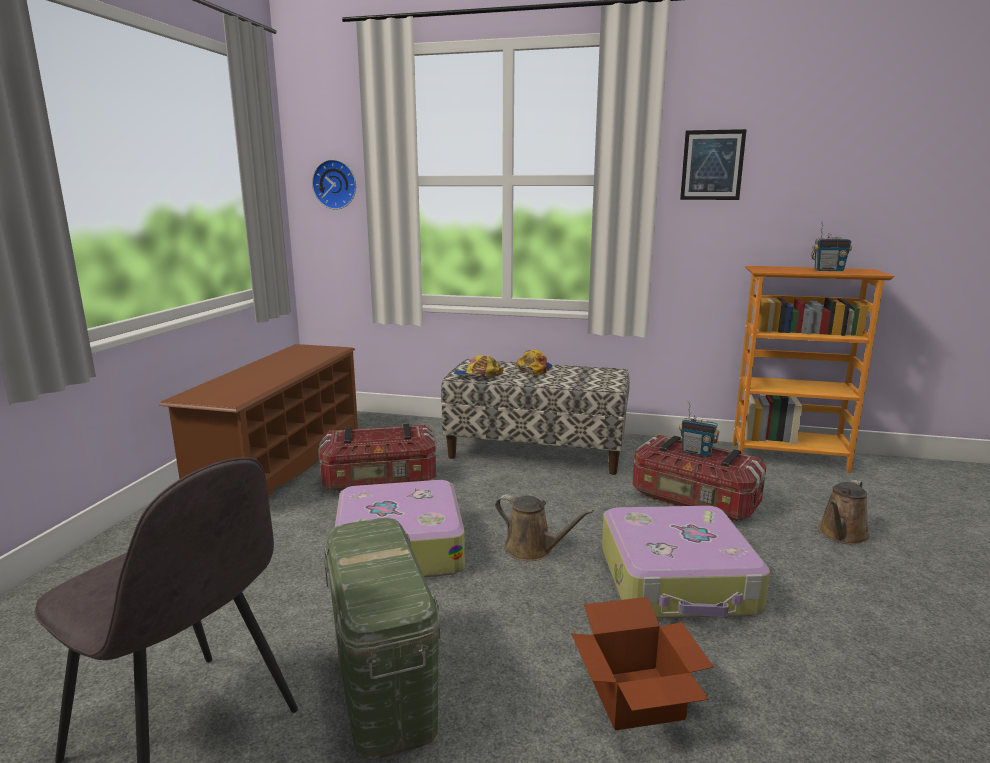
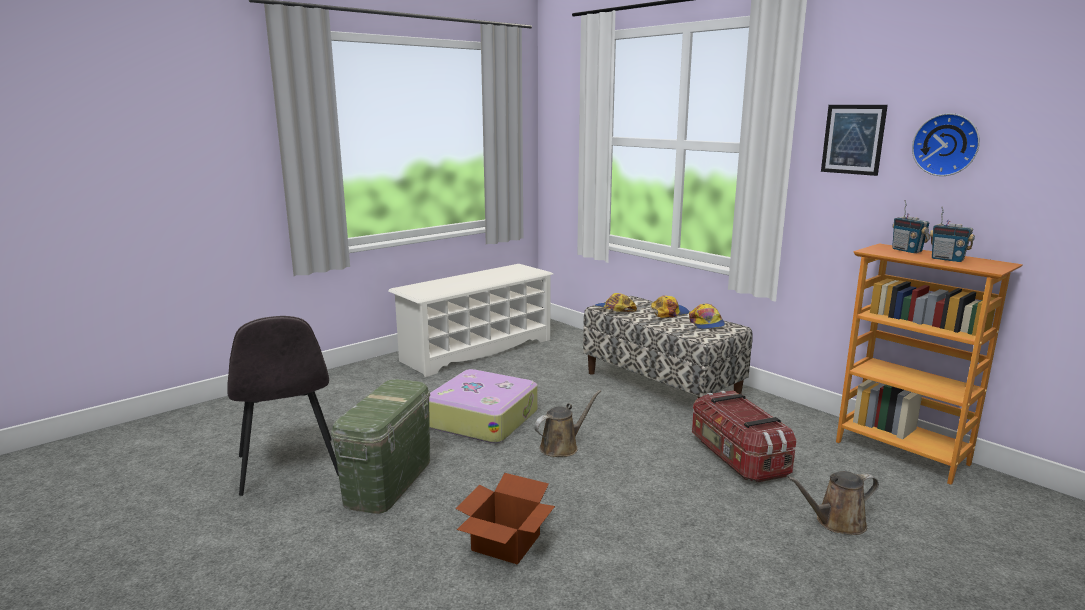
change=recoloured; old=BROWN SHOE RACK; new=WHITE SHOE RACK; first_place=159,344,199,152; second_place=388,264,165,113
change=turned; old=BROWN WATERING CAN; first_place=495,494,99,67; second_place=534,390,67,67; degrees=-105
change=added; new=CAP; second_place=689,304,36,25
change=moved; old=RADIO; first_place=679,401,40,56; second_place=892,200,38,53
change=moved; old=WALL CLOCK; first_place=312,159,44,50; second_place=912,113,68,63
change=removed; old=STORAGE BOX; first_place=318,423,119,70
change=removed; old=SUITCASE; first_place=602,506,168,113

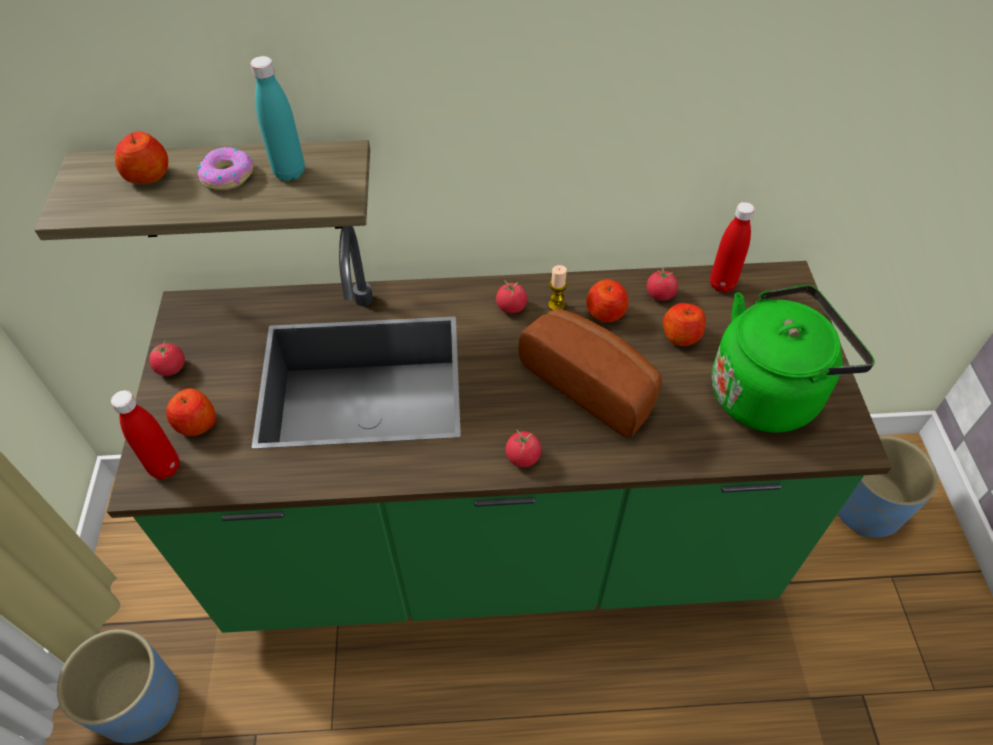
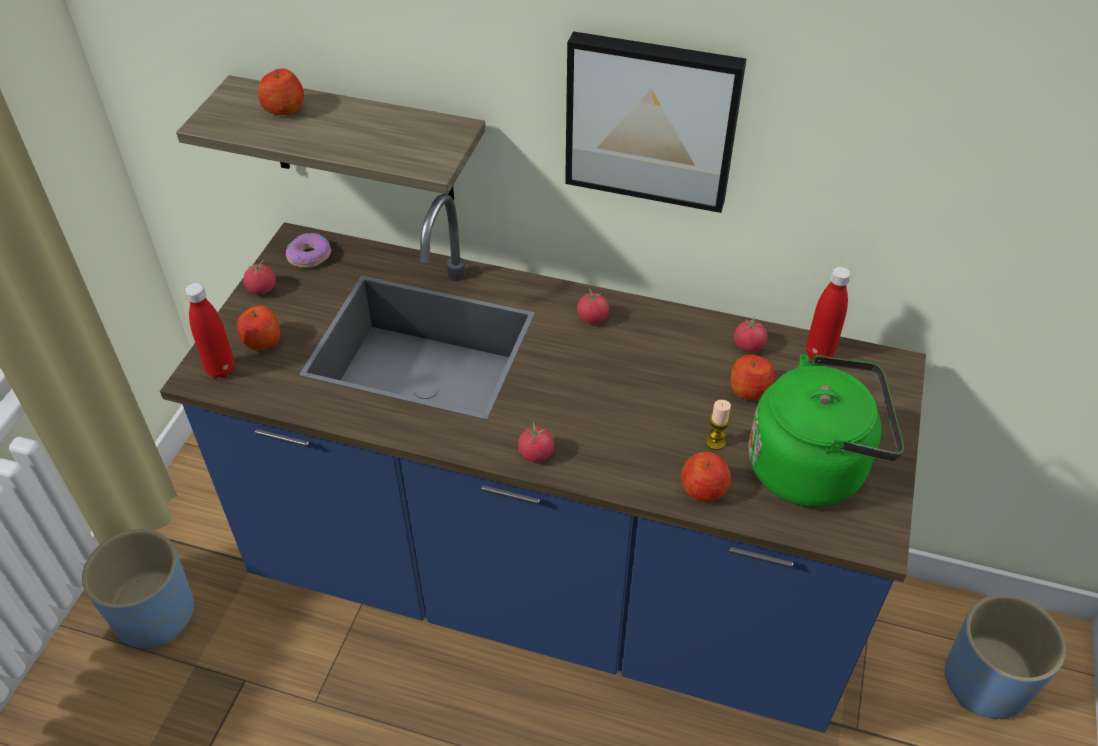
change=recoloured; old=GREEN COUNTER; new=BLUE COUNTER; first_place=107,226,785,407; second_place=160,194,766,539
change=moved; old=DONUT; first_place=198,147,56,43; second_place=286,233,45,35
change=added; new=PICTURE; second_place=565,31,181,182
change=moved; old=APPLE; first_place=586,279,42,43; second_place=681,452,50,50
change=moved; old=CANDLE; first_place=548,265,19,45; second_place=706,400,25,50
change=removed; old=TURQUOISE BOTTLE; first_place=250,56,55,125
change=removed; old=BREAD; first_place=518,309,144,129

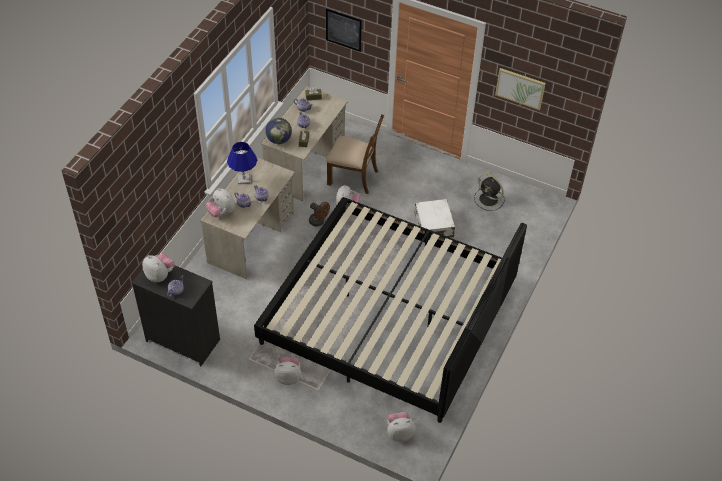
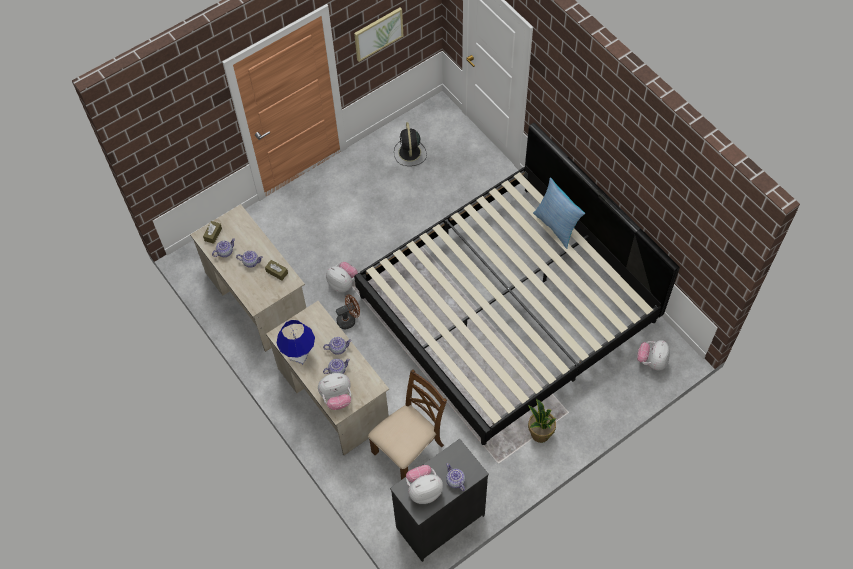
change=moved; old=BROWN CHAIR; first_place=326,114,58,80; second_place=368,369,79,111
change=turned; old=BLACK FAN; first_place=474,174,30,37; second_place=394,122,33,44; degrees=105
change=replaced; old=PLUSH TOY; new=POTTED PLANT; first_place=274,357,27,28; second_place=528,399,28,44
change=added; new=PILLOW; second_place=533,178,52,71
change=removed; old=GLOBE; first_place=265,118,27,26
change=removed; old=PICTURE; first_place=326,9,36,43
change=removed; old=WHITE SUITCASE; first_place=415,199,40,39

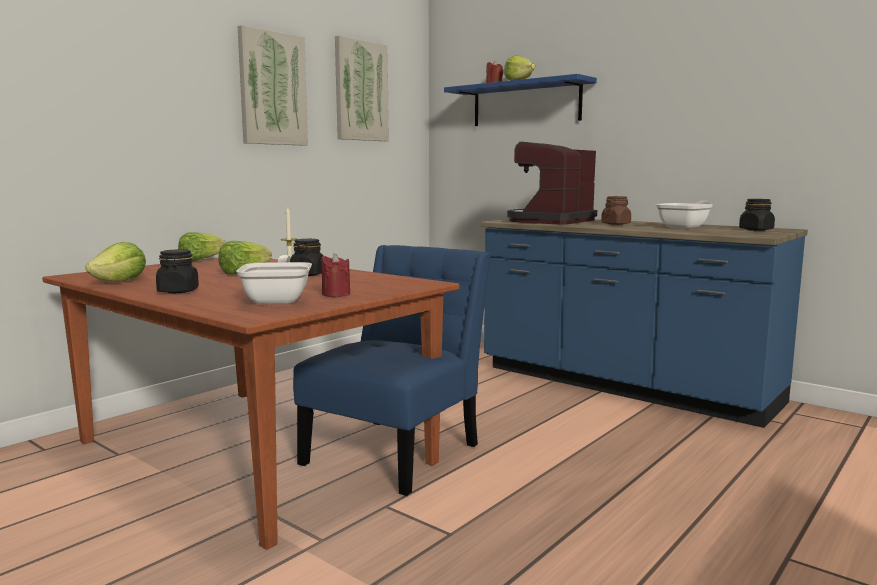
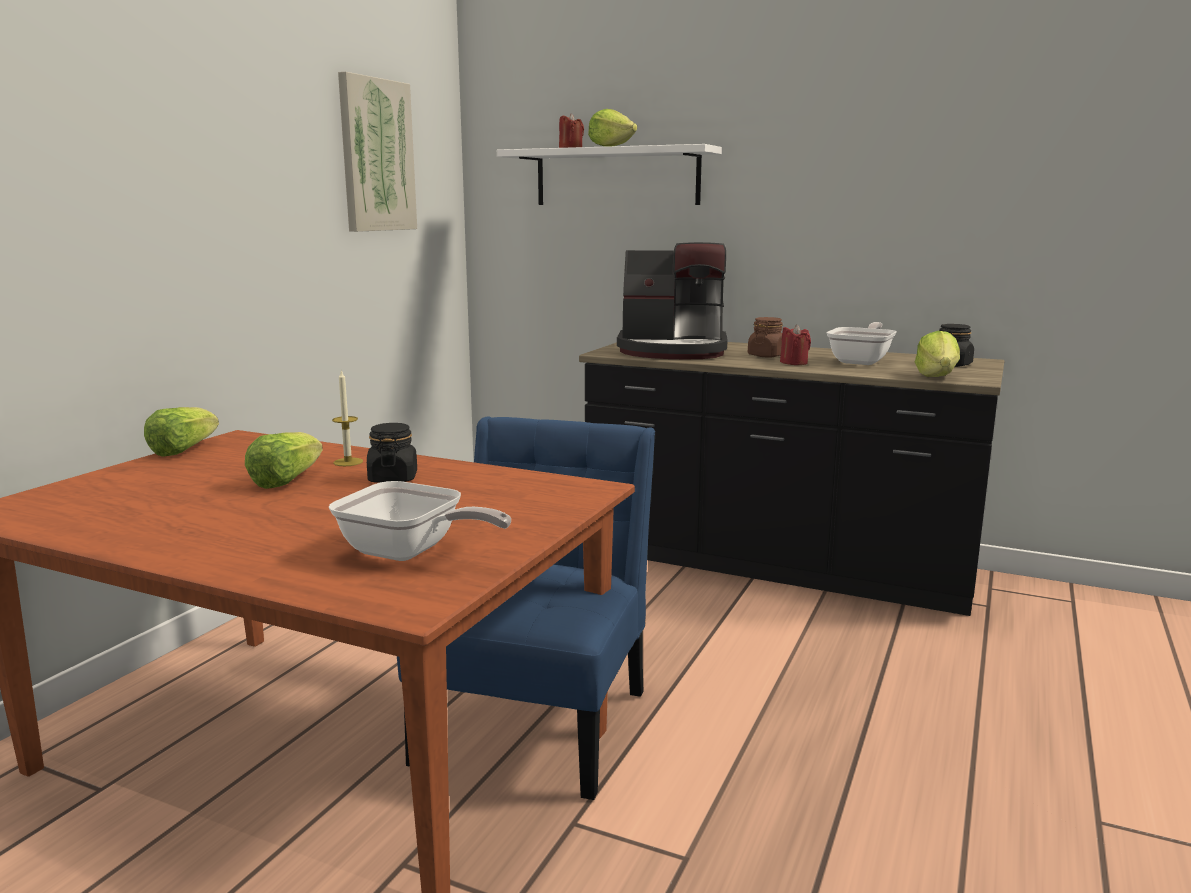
change=turned; old=FRYING PAN; first_place=236,255,76,50; second_place=328,481,183,80; degrees=135
change=recoloured; old=BLUE SHELF; new=WHITE SHELF; first_place=444,74,153,52; second_place=497,144,225,61
change=recoloured; old=BLUE COUNTER; new=BLACK COUNTER; first_place=480,219,328,209; second_place=579,342,425,274
change=turned; old=COFFEE MACHINE; first_place=507,142,90,83; second_place=617,242,111,117; degrees=-105
change=moved; old=RED CANDLE; first_place=321,253,29,44; second_place=780,324,31,41
change=moved; old=LETTUCE; first_place=85,242,61,40; second_place=915,331,45,46
change=removed; old=BLACK JAR; first_place=156,249,43,44
change=removed; old=PICTURE; first_place=238,25,70,121

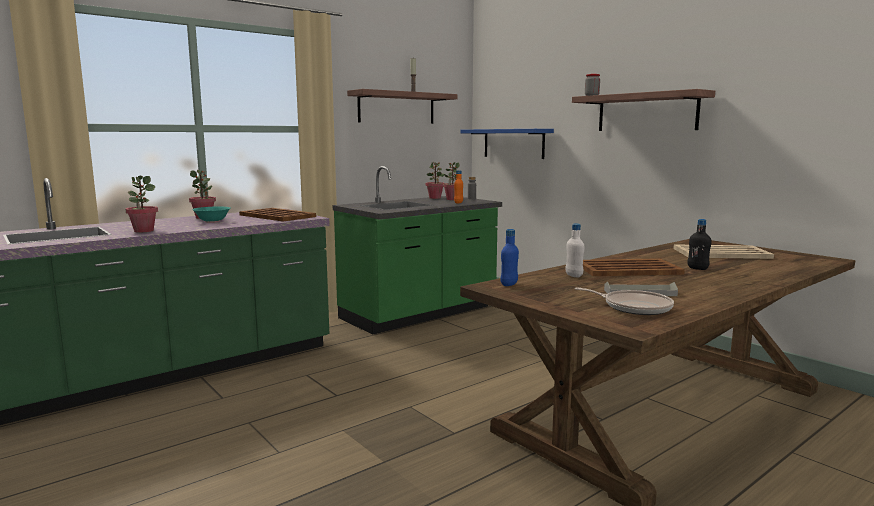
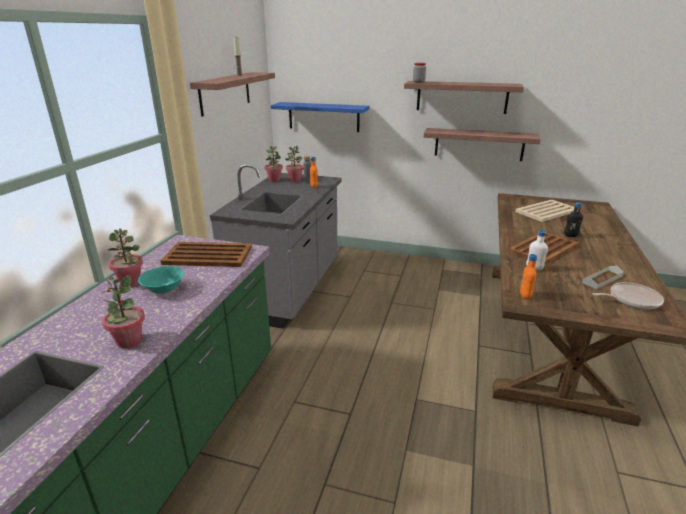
change=recoloured; old=GREEN COUNTER; new=GREY COUNTER; first_place=333,166,169,168; second_place=210,164,132,165
change=added; new=SHELF; second_place=424,128,117,33
change=recoloured; old=BLUE BOTTLE; new=ORANGE BOTTLE; first_place=500,229,19,57; second_place=520,254,17,45

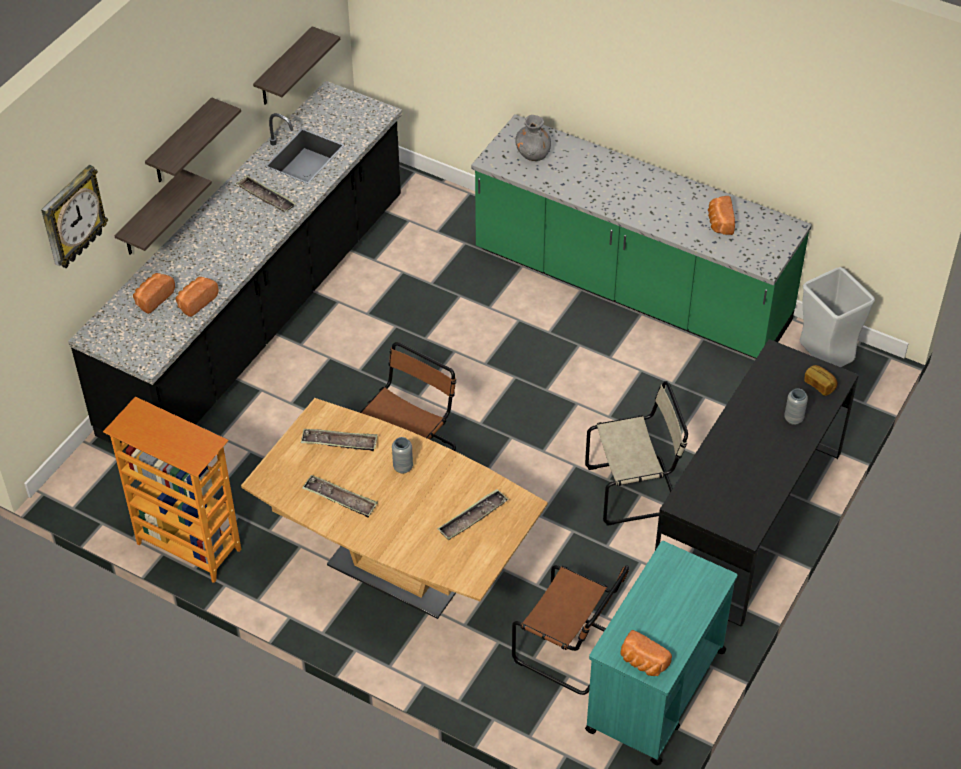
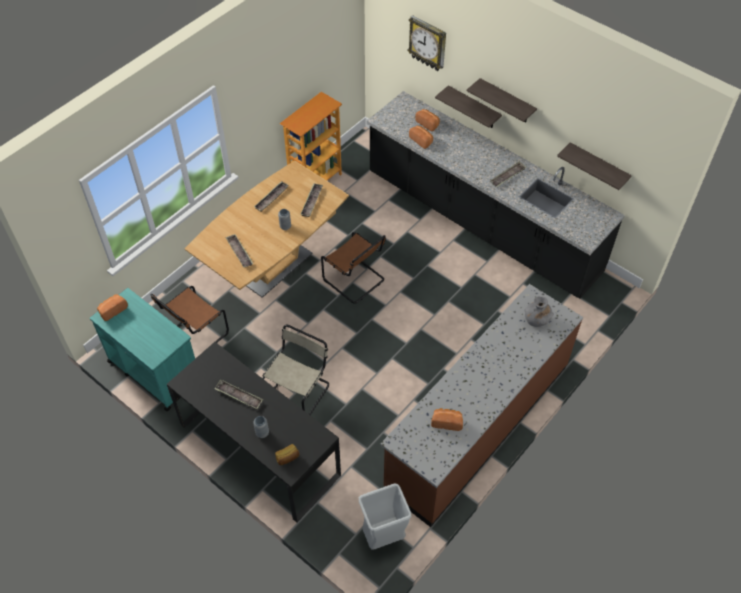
change=added; new=TRAY; second_place=215,379,48,31
change=turned; old=BEIGE CHAIR; first_place=585,381,103,145; second_place=262,325,67,90; degrees=-150
change=recoloured; old=GREEN COUNTER; new=BROWN COUNTER; first_place=471,114,341,245; second_place=380,284,203,243

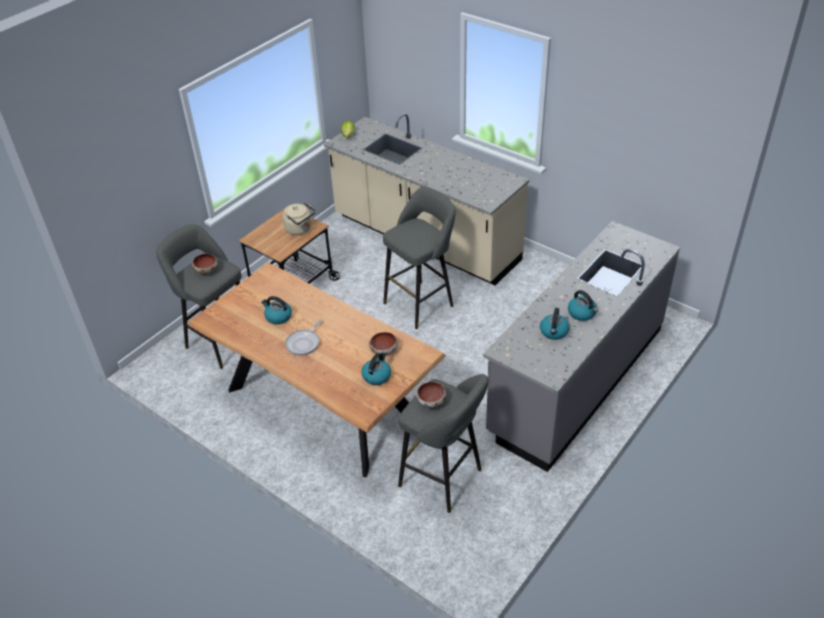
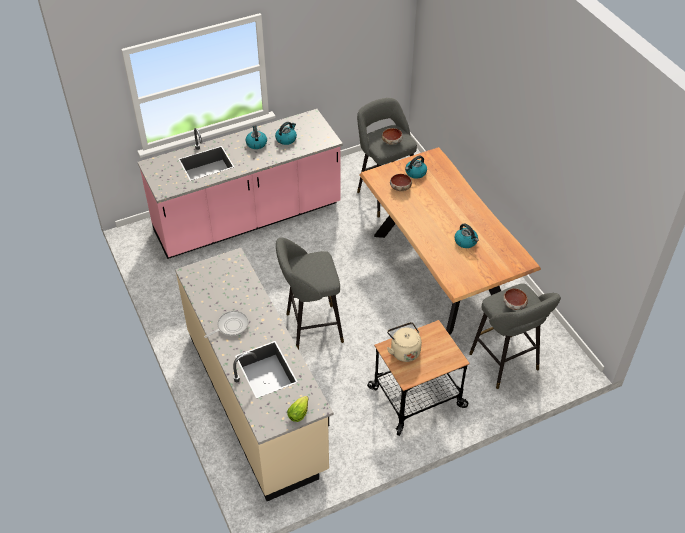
change=recoloured; old=GREY COUNTER; new=PINK COUNTER; first_place=483,221,197,251; second_place=138,109,205,150
change=moved; old=FRYING PAN; first_place=285,319,37,37; second_place=204,311,45,27

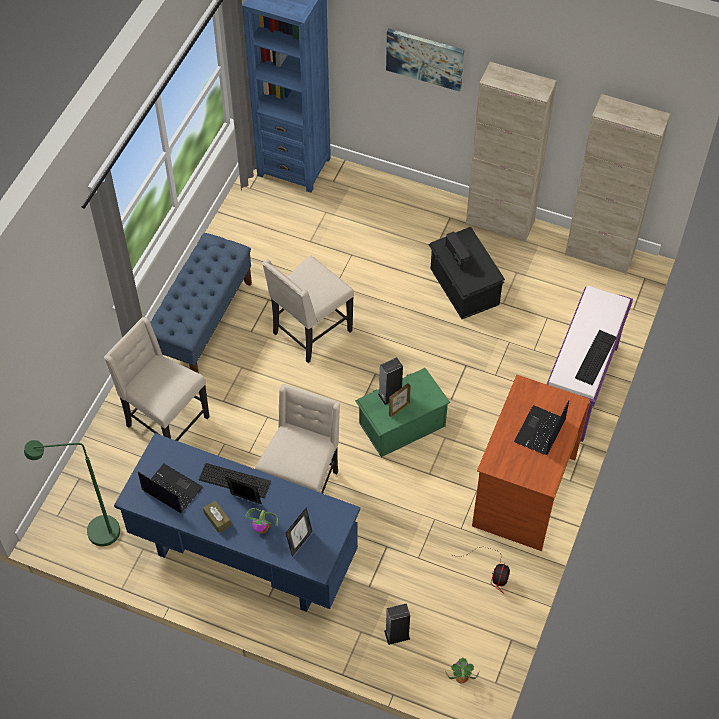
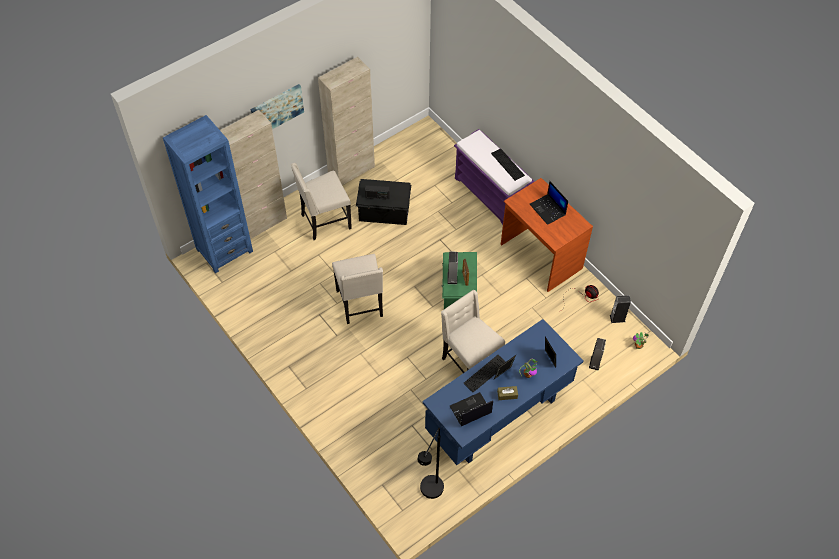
change=moved; old=BEIGE CABINET; first_place=565,94,106,180; second_place=220,110,67,129
change=moved; old=BEIGE CHAIR; first_place=104,317,105,124; second_place=291,163,61,77
change=recoloured; old=GREEN FLOOR LAMP; new=BLACK FLOOR LAMP; first_place=24,440,96,107; second_place=417,428,27,71
change=added; new=SPEAKER; second_place=610,295,21,28
change=removed; old=BLUE BENCH; first_place=150,233,102,140

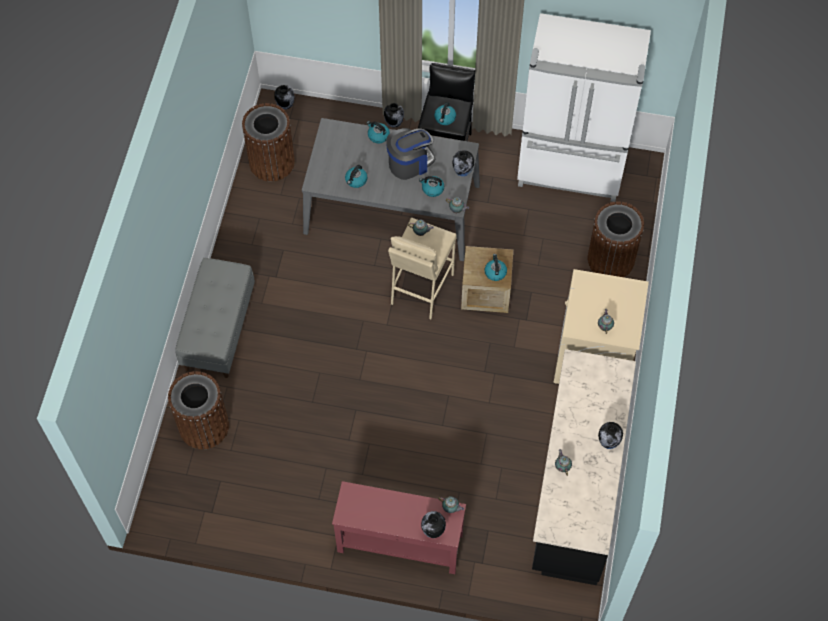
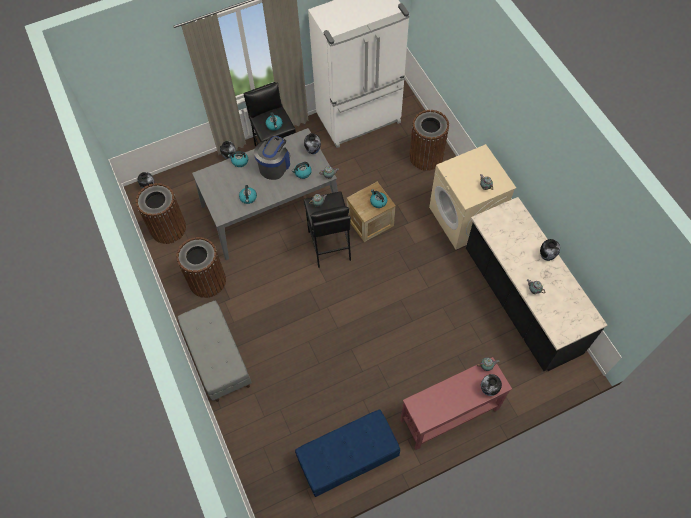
change=moved; old=BROWN TRASH CAN; first_place=168,371,61,78; second_place=176,237,50,61
change=added; new=BLUE BENCH; second_place=295,410,105,87
change=recoloured; old=BEIGE STOOL; new=BLACK STOOL; first_place=388,218,69,101; second_place=304,191,47,77

